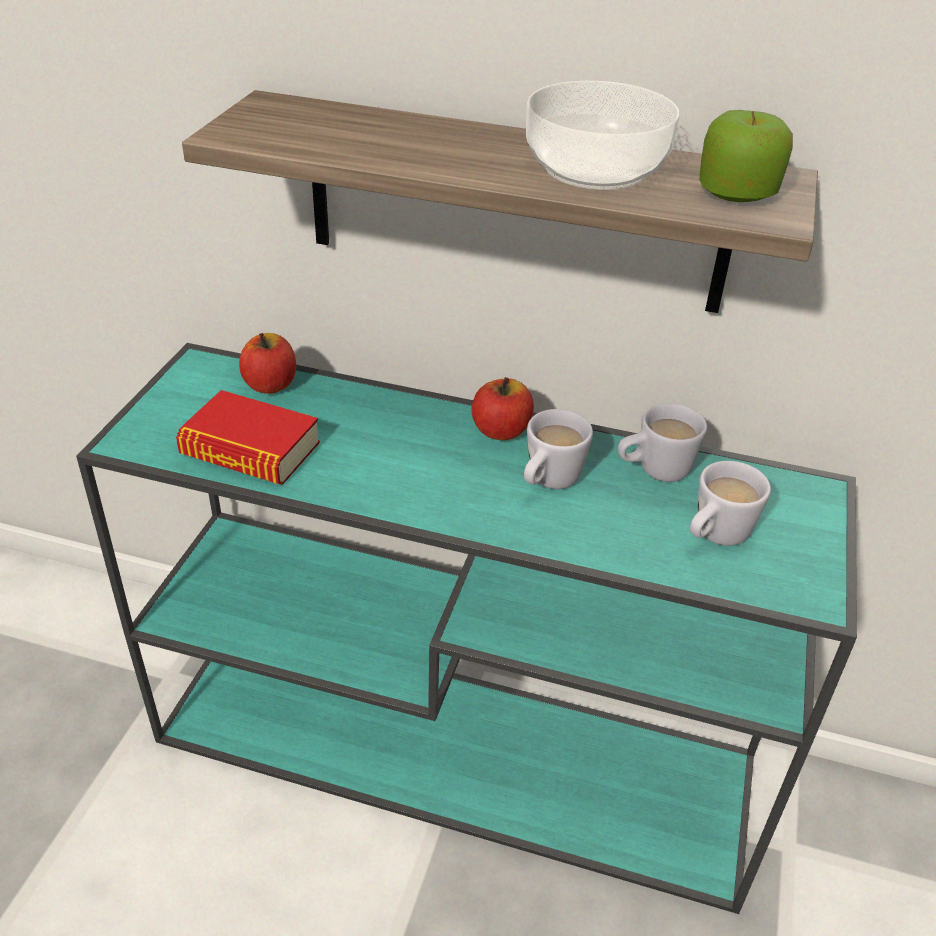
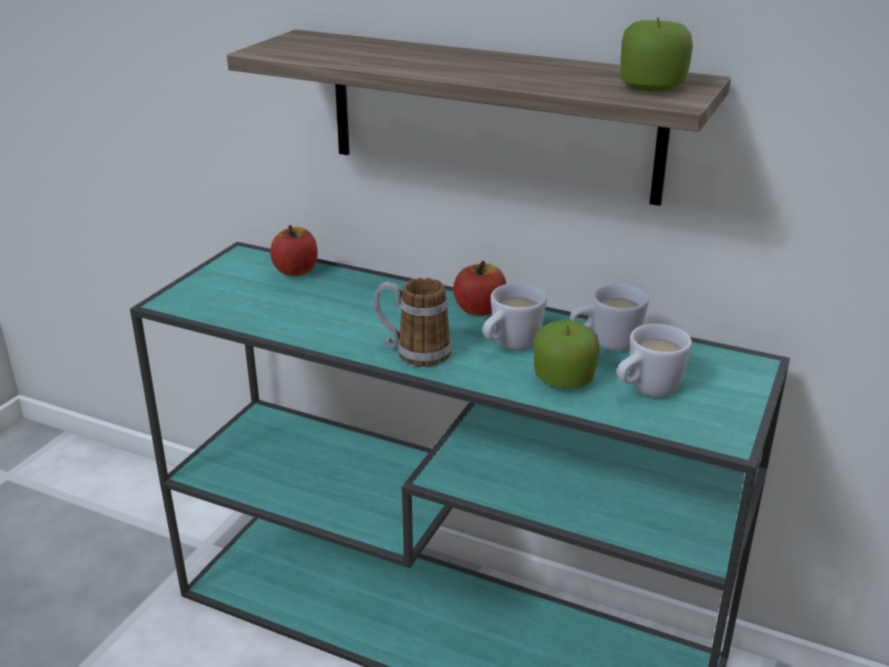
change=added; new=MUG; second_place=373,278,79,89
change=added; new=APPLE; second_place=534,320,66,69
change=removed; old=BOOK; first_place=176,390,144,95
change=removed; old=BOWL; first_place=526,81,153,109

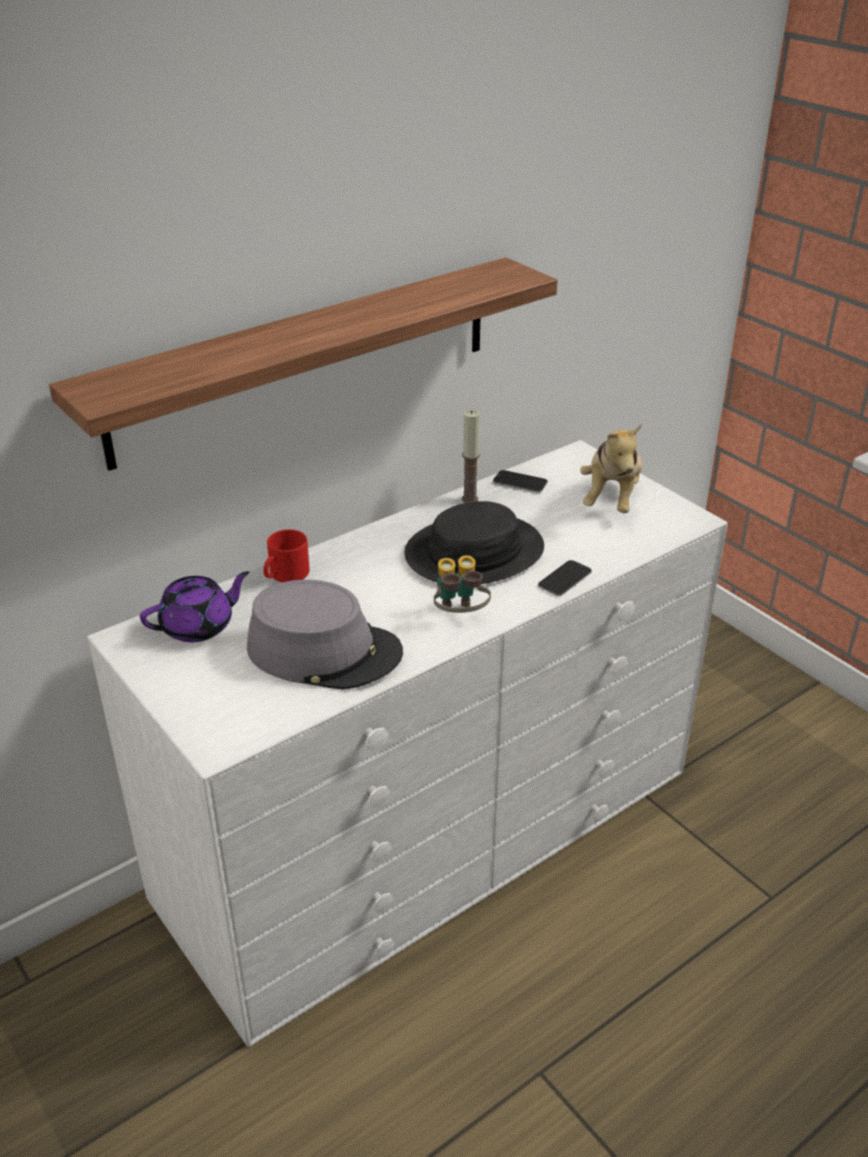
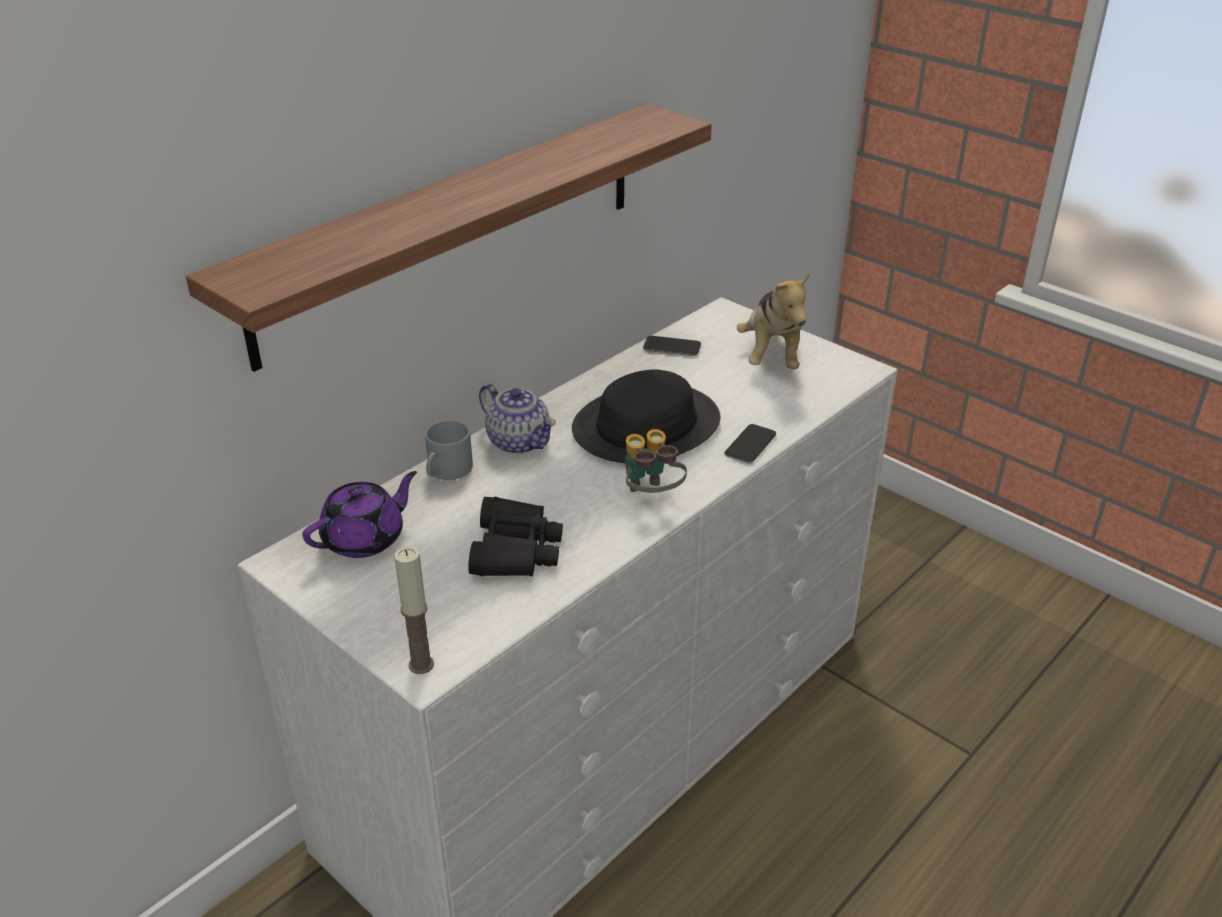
change=moved; old=CANDLE; first_place=462,410,18,93; second_place=394,546,40,128
change=recoloured; old=RED MUG; new=GREY MUG; first_place=263,529,47,53; second_place=425,420,48,60
change=replaced; old=GREY HAT; new=BLACK BINOCULARS; first_place=247,580,156,109; second_place=468,497,95,79
change=added; new=TEAPOT; second_place=479,384,77,70

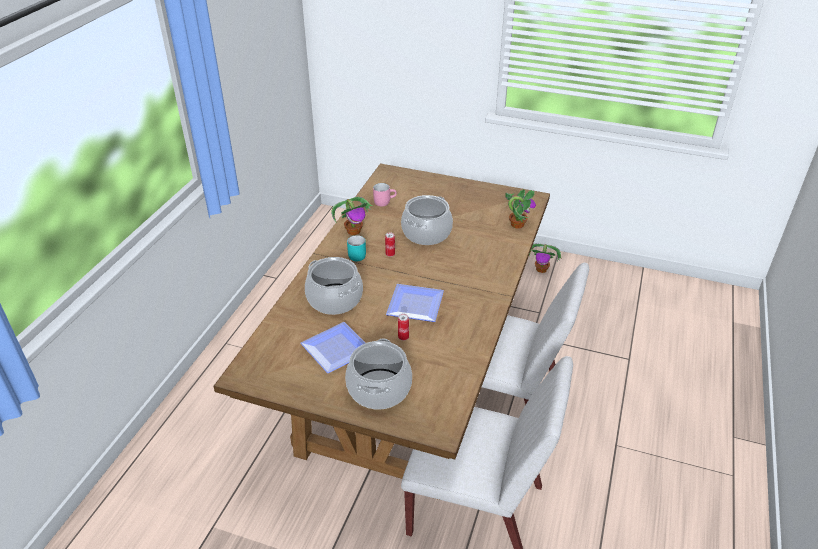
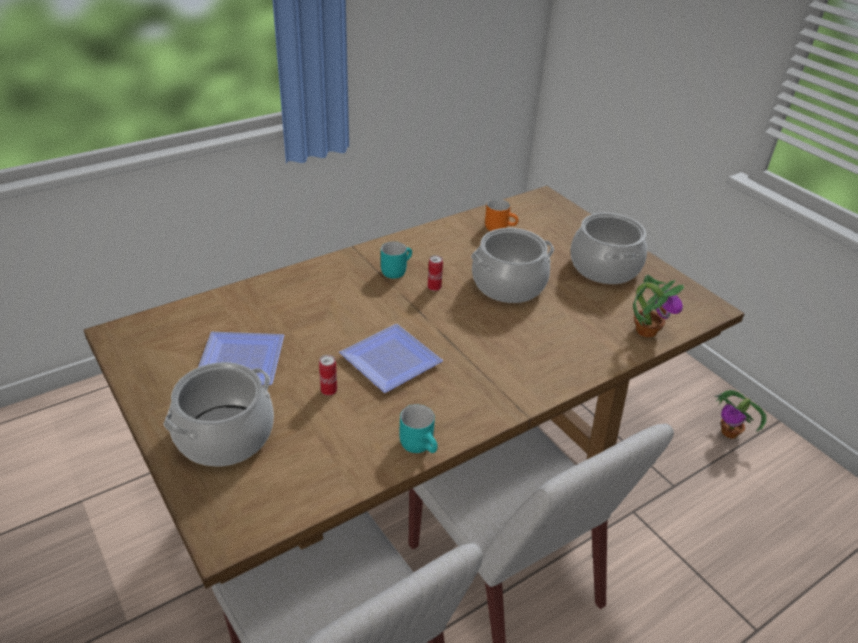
change=added; new=TURQUOISE MUG; second_place=399,404,39,49
change=recoloured; old=PINK MUG; new=ORANGE MUG; first_place=373,183,24,23; second_place=485,199,34,32
change=moved; old=COOKING POT; first_place=305,257,58,58; second_place=570,212,77,72
change=removed; old=POTTED PLANT; first_place=331,197,42,38

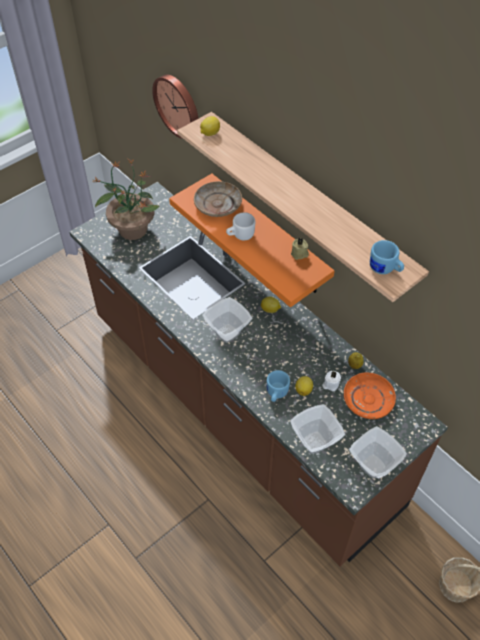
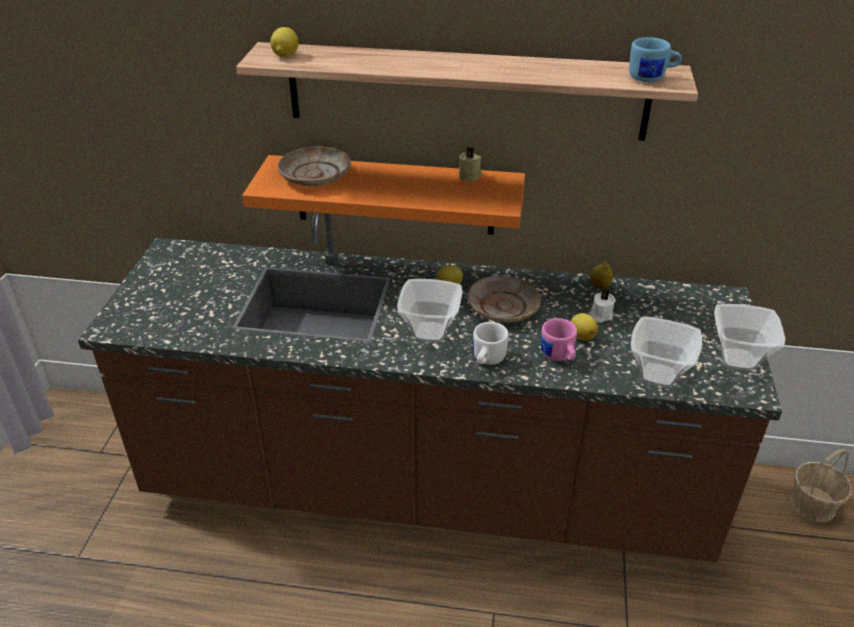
change=added; new=BEIGE PLATE; second_place=468,275,73,48
change=moved; old=WHITE MUG; first_place=226,212,29,28; second_place=473,322,36,43
change=recoloured; old=BLUE MUG; new=PINK MUG; first_place=267,370,23,32; second_place=541,318,36,43
change=removed; old=POTTED PLANT; first_place=92,159,67,81
change=removed; old=WALL CLOCK; first_place=152,74,46,65
change=removed; old=ORANGE PLATE; first_place=344,373,52,46

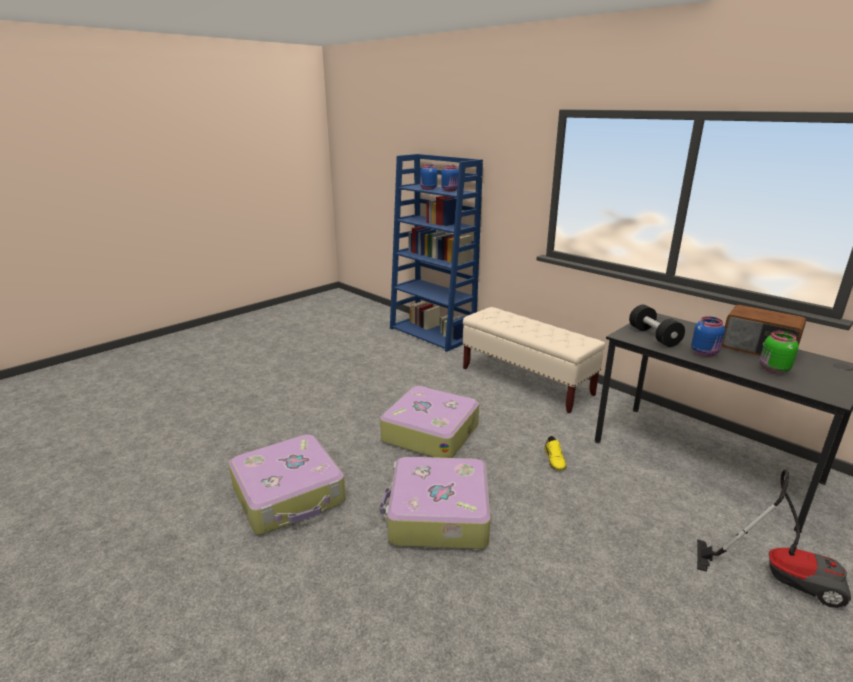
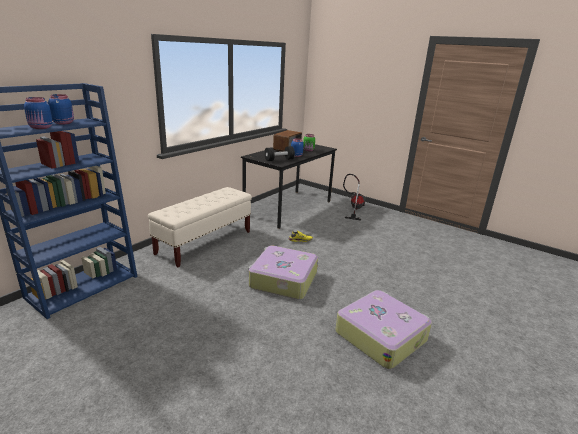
change=removed; old=SUITCASE; first_place=380,457,111,92

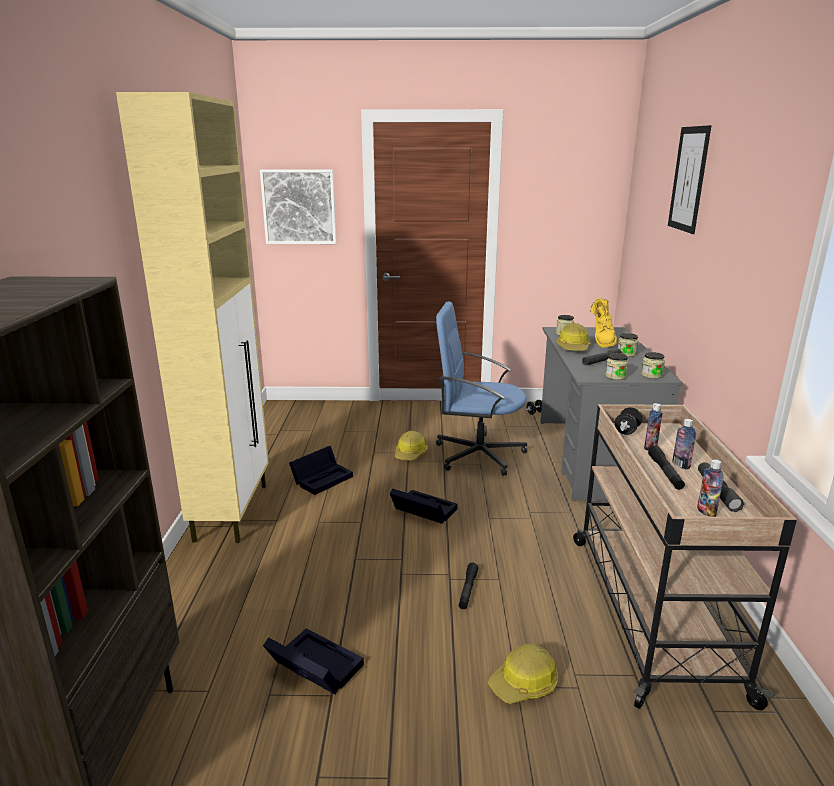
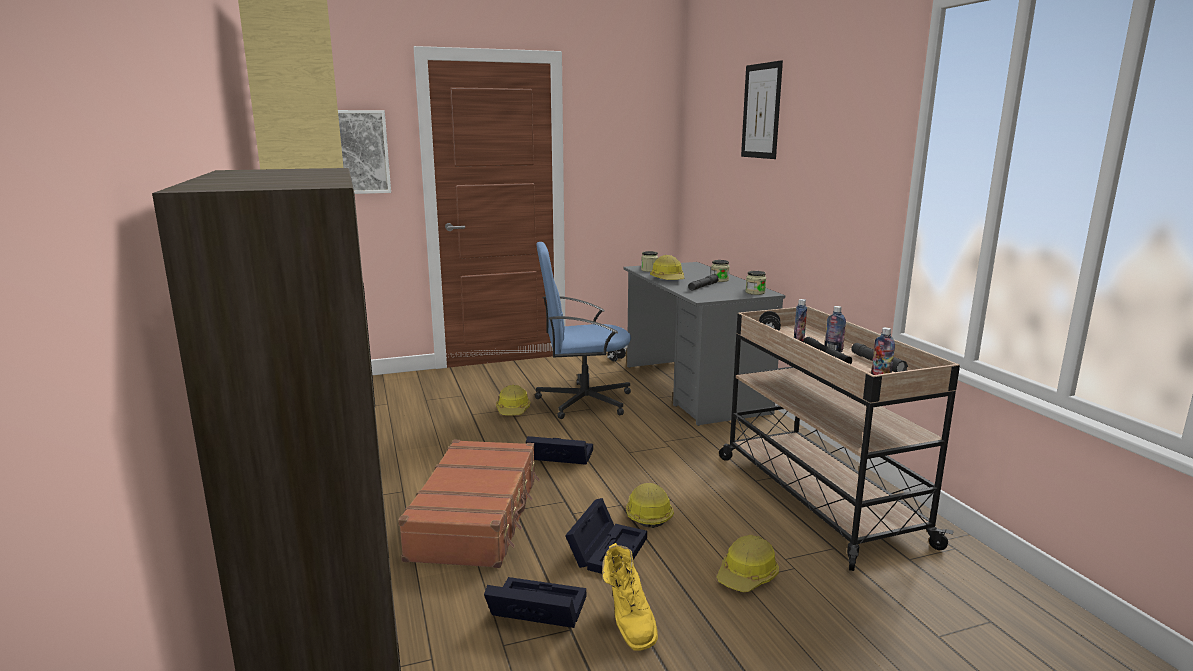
change=added; new=BROWN SUITCASE; second_place=398,440,142,128
change=moved; old=BLACK STORAGE BOX; first_place=289,446,64,49; second_place=565,498,82,76
change=moved; old=YELLOW BOOT; first_place=590,298,27,50; second_place=602,543,56,108
change=replaced; old=BLACK FLASHLIGHT; new=HARD HAT; first_place=459,563,19,46; second_place=626,483,48,45
change=removed; old=JAR; first_place=605,353,23,27

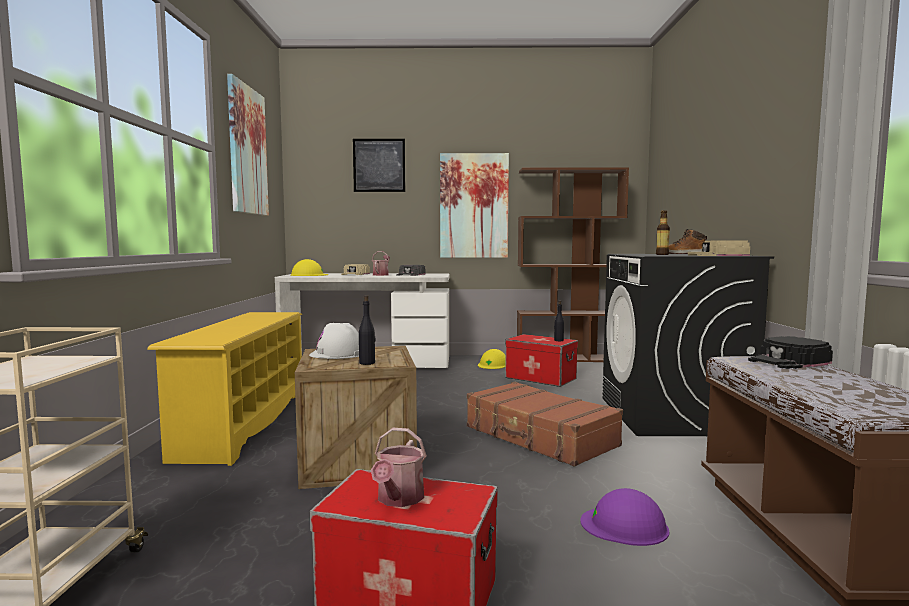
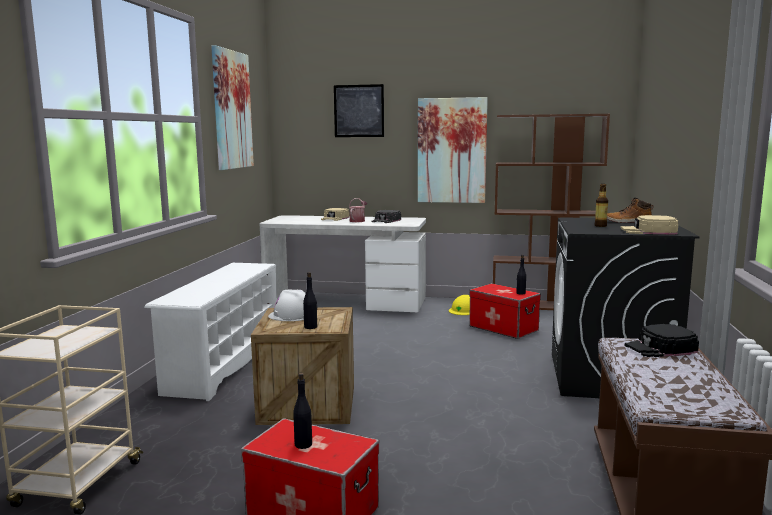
change=recoloured; old=YELLOW SHOE RACK; new=WHITE SHOE RACK; first_place=147,312,155,154; second_place=144,263,133,138
change=replaced; old=WATERING CAN; new=BLACK BOTTLE; first_place=371,428,56,79; second_place=293,373,19,76
change=removed; old=YELLOW HARD HAT; first_place=290,259,38,17
change=removed; old=BROWN SUITCASE; first_place=467,382,156,85
change=removed; old=PURPLE HARD HAT; first_place=580,488,89,58

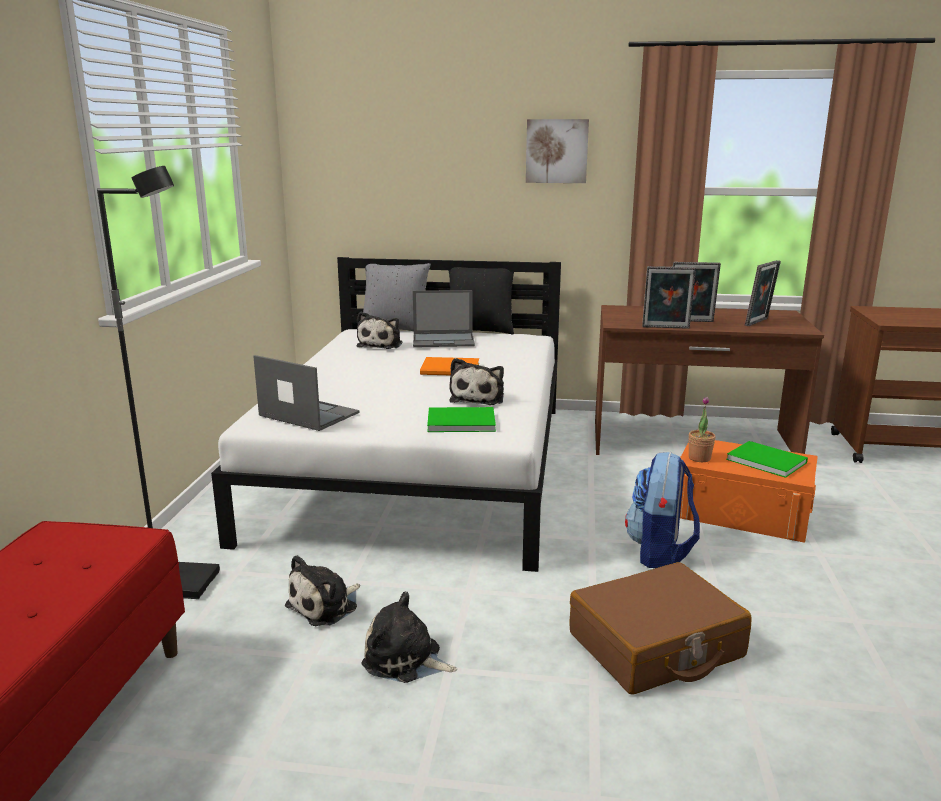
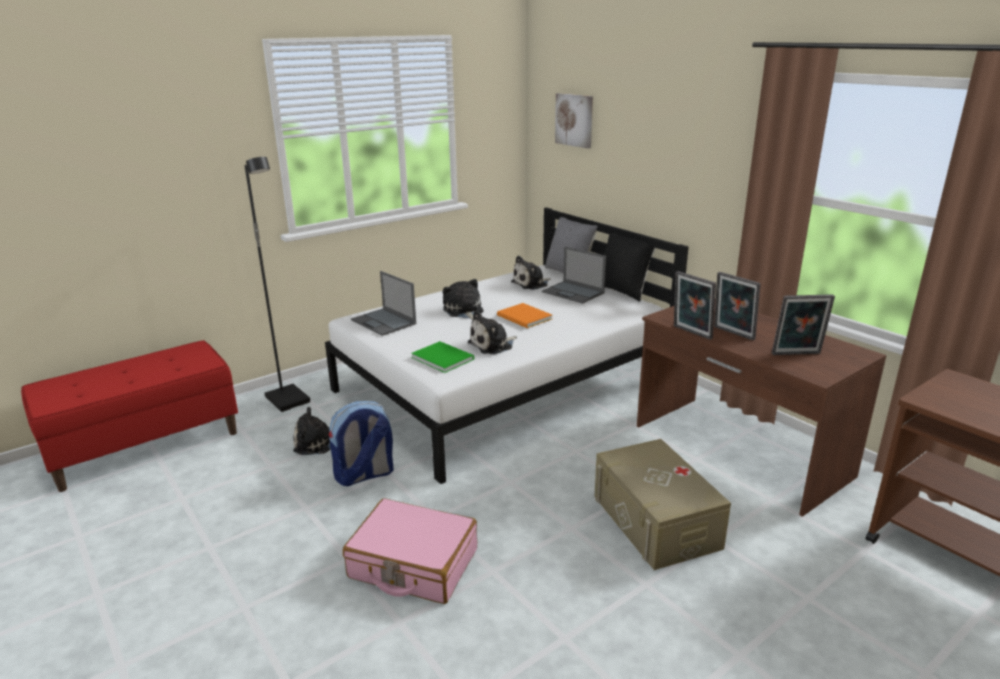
change=moved; old=BACKPACK; first_place=625,452,75,116; second_place=328,401,66,85
change=recoloured; old=BROWN SUITCASE; new=PINK SUITCASE; first_place=569,562,182,133; second_place=343,498,134,106
change=turned; old=LAPTOP; first_place=253,355,107,76; second_place=351,271,65,65; degrees=150
change=moved; old=PLUSH TOY; first_place=362,592,95,91; second_place=443,279,40,41
change=moved; old=PICTURE; first_place=526,119,63,64; second_place=555,93,38,56
change=recoloured; old=ORANGE STORAGE BOX; new=BEIGE STORAGE BOX; first_place=680,440,138,103; second_place=594,439,137,131
change=removed; old=POTTED PLANT; first_place=689,397,27,65
change=removed; old=GREEN BOOK; first_place=726,441,82,37

